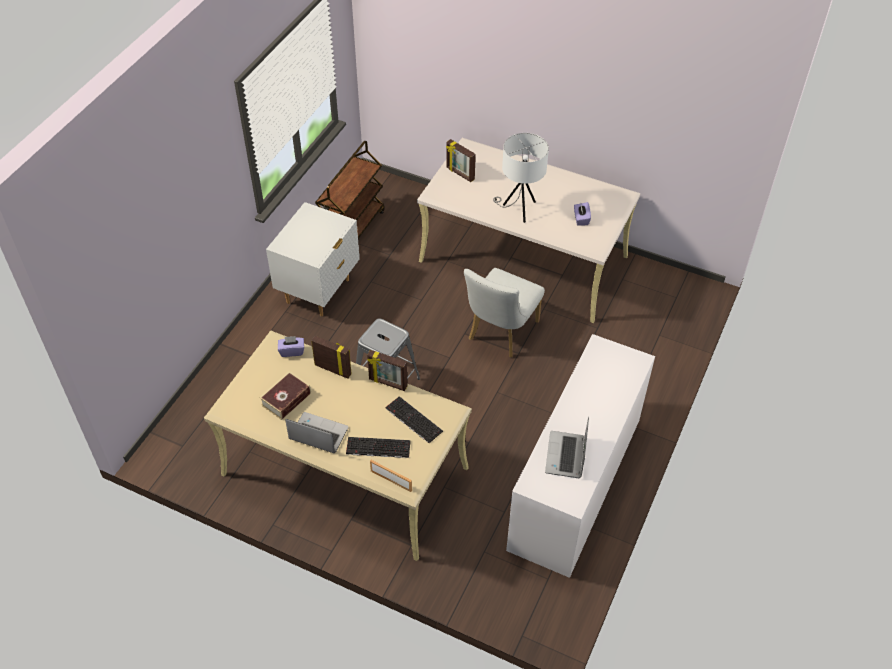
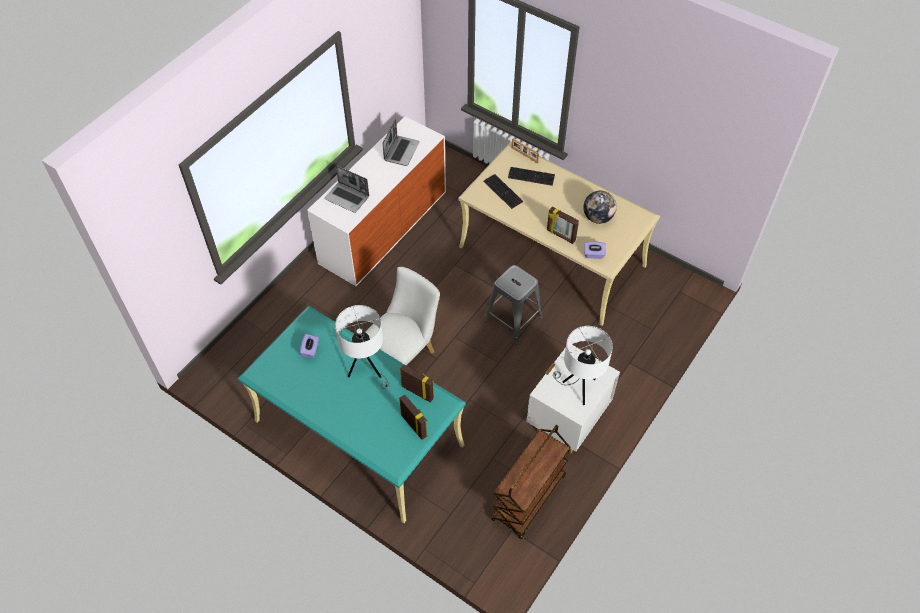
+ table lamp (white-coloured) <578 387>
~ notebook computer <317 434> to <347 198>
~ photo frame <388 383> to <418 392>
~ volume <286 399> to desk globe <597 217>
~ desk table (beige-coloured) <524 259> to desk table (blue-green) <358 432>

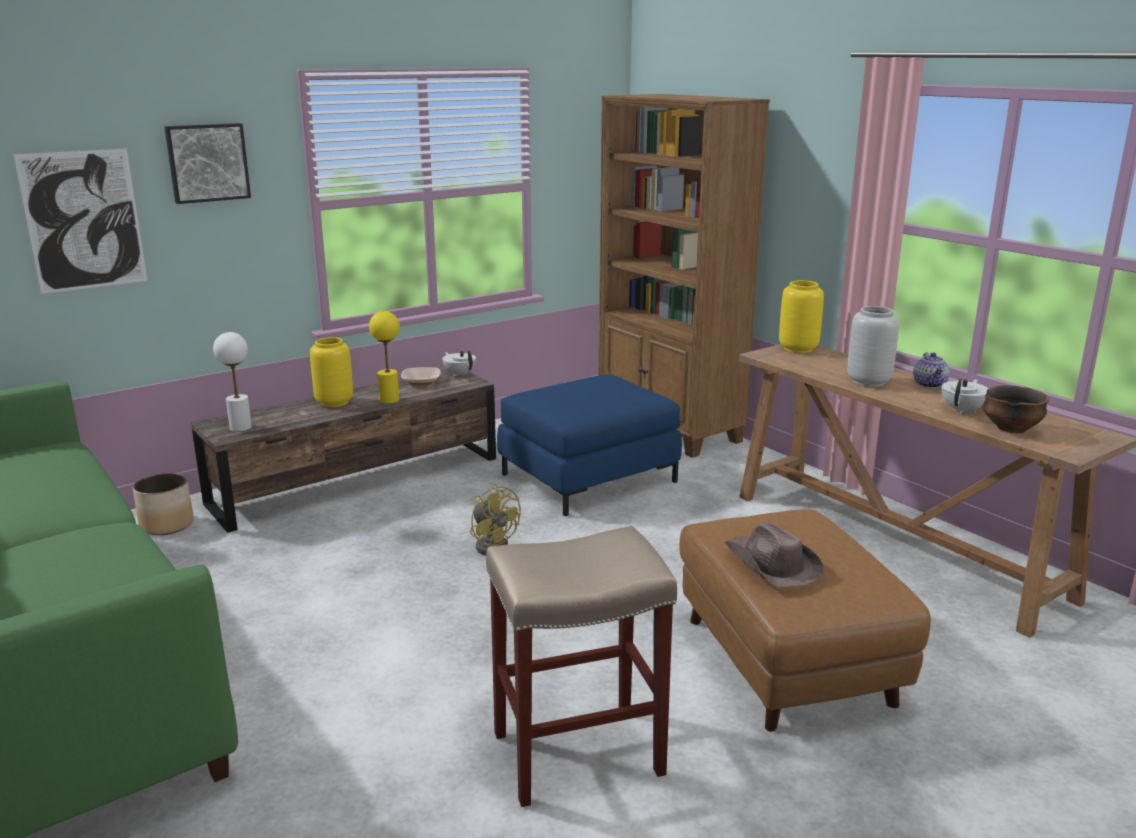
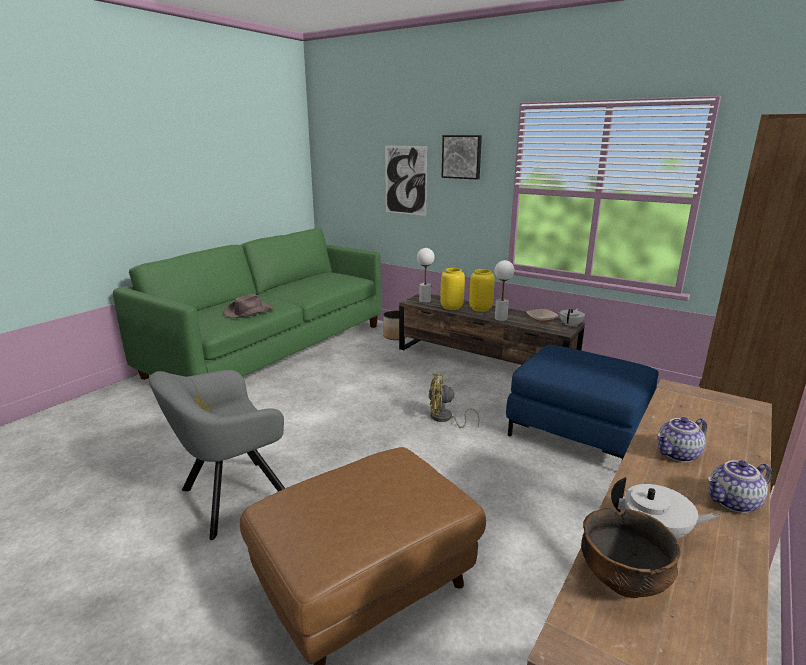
~ clothing hat (brown-coloured) <772 564> to <248 312>
~ flower vase (yellow) <799 349> to <451 307>
~ stool (beige-coloured) <575 754> to easy chair (grey) <230 498>
~ flower vase (grey) <869 381> to teapot <678 455>
~ table lamp (yellow) <389 400> to table lamp (white-coloured) <501 318>
~ fan (yellow) <493 544> = <445 418> 60 degrees clockwise

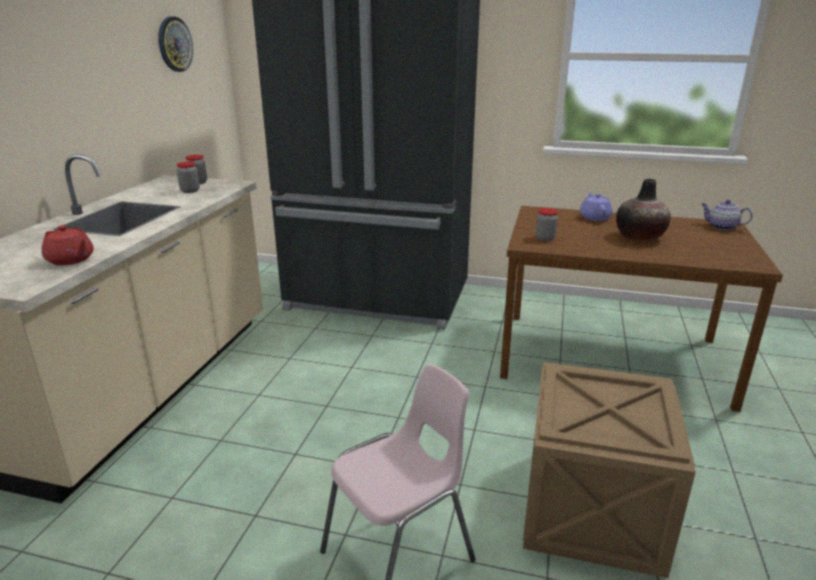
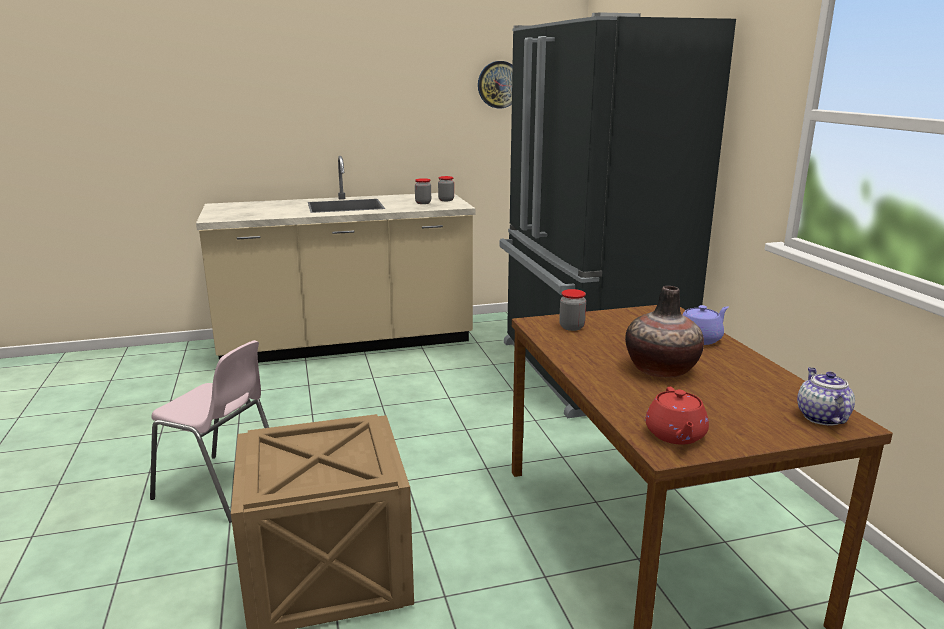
~ teapot (reddish) <71 260> to <675 435>

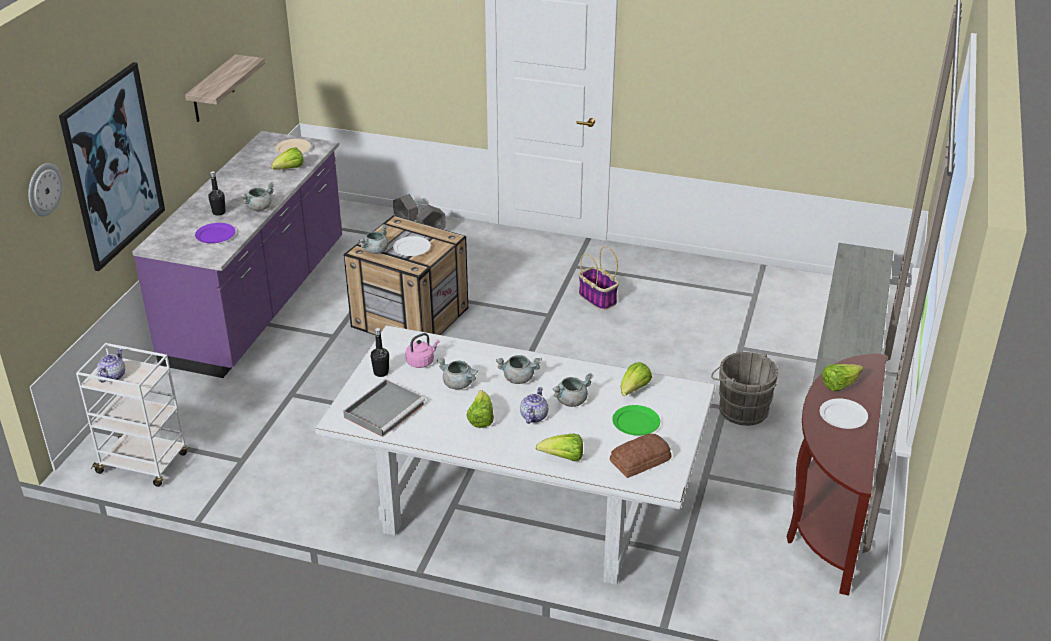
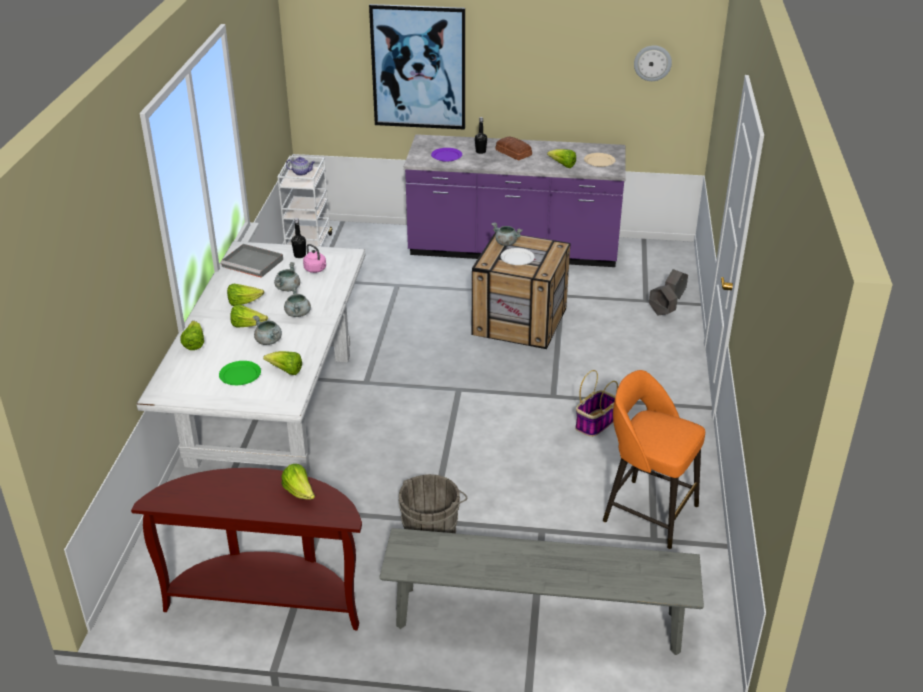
- bracket shelf <213 90>
- stockpot (grey) <259 207>
- plate (white-coloured) <843 416>
+ stool (orange) <647 512>
~ wall clock <44 189> to <652 63>
~ bread <641 461> to <513 153>
~ teapot <533 416> to head of lettuce <247 325>

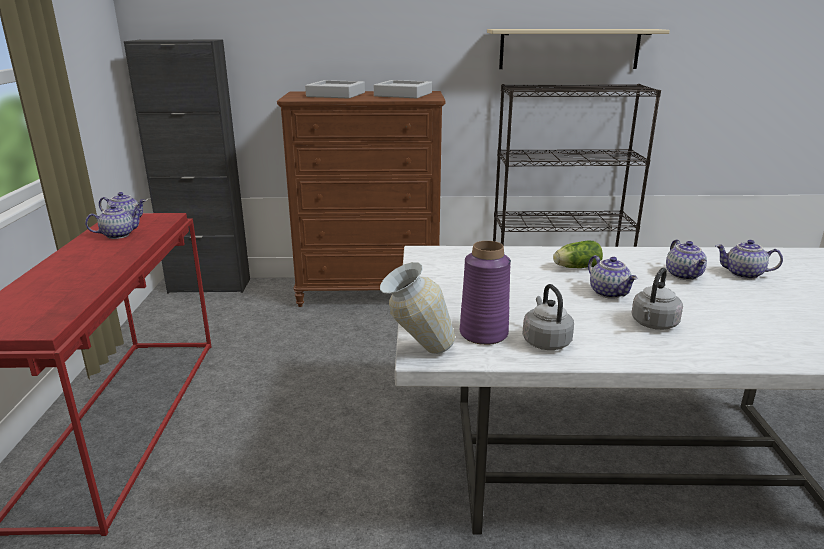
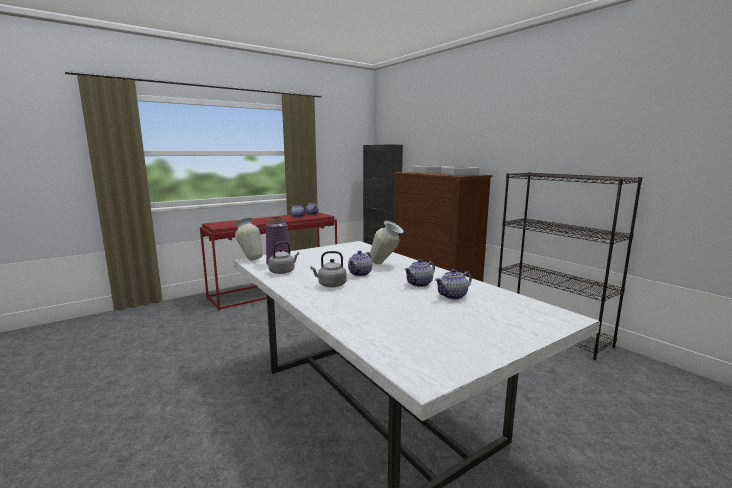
- bracket shelf (beige-coloured) <569 49>
~ head of lettuce <575 267> to flower vase <386 265>
~ teapot <743 274> = <453 296> 105 degrees counterclockwise

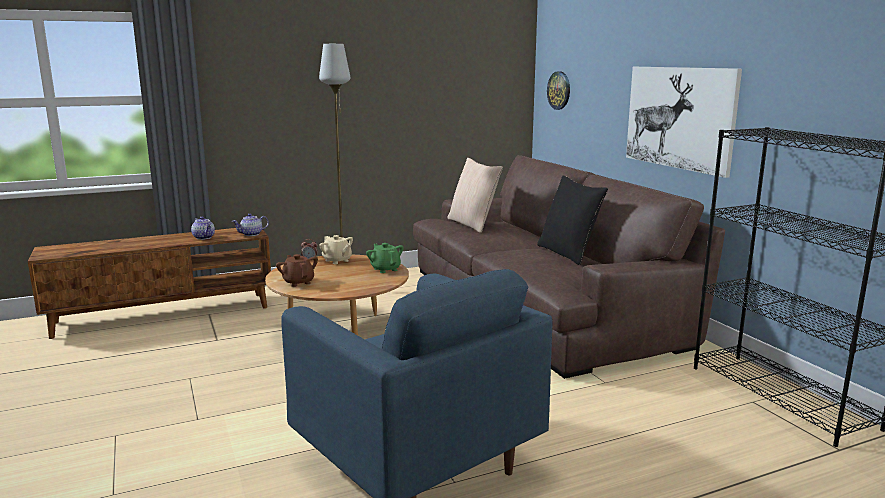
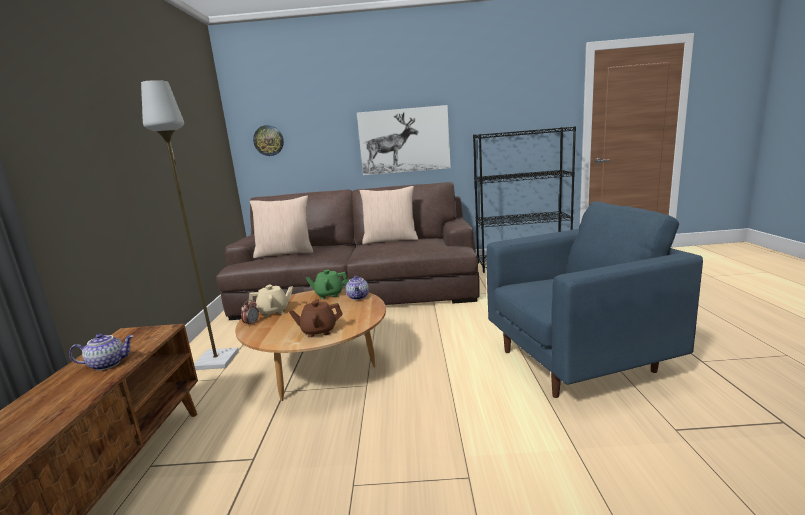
~ teapot <251 234> to <358 297>
~ throw pillow (blackish) <568 253> to throw pillow (beige-coloured) <390 240>

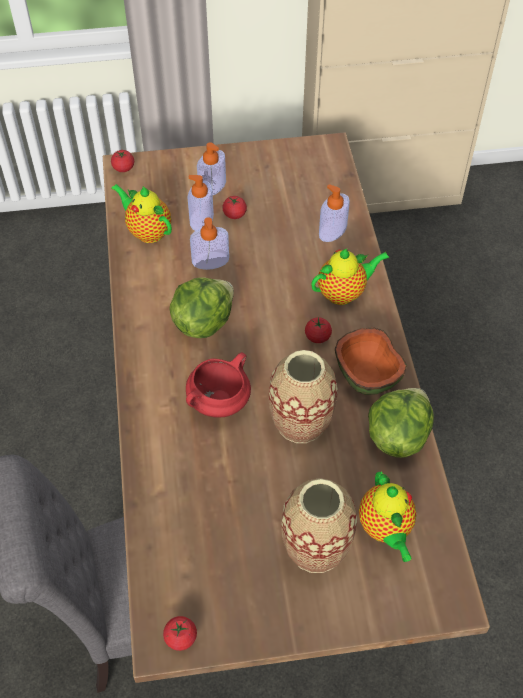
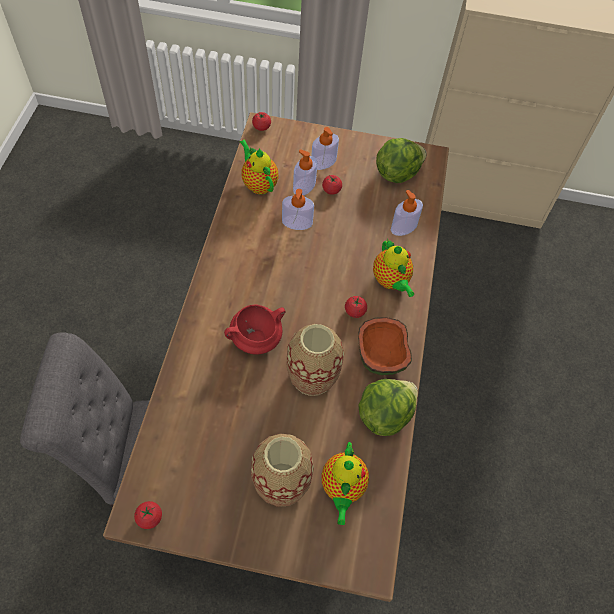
~ head of lettuce <202 322> to <396 173>
~ teapot <344 293> = <391 281> 75 degrees clockwise

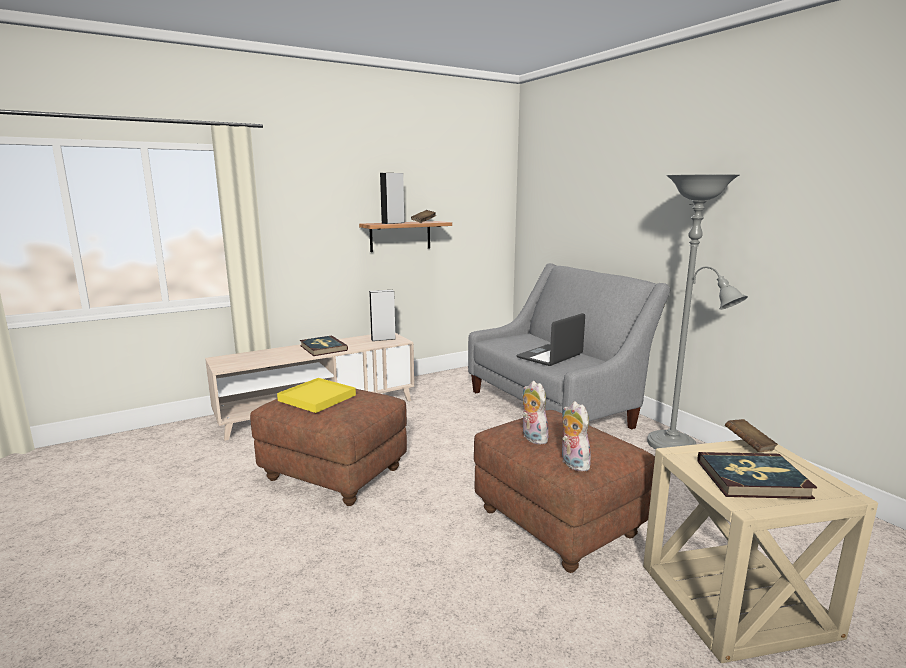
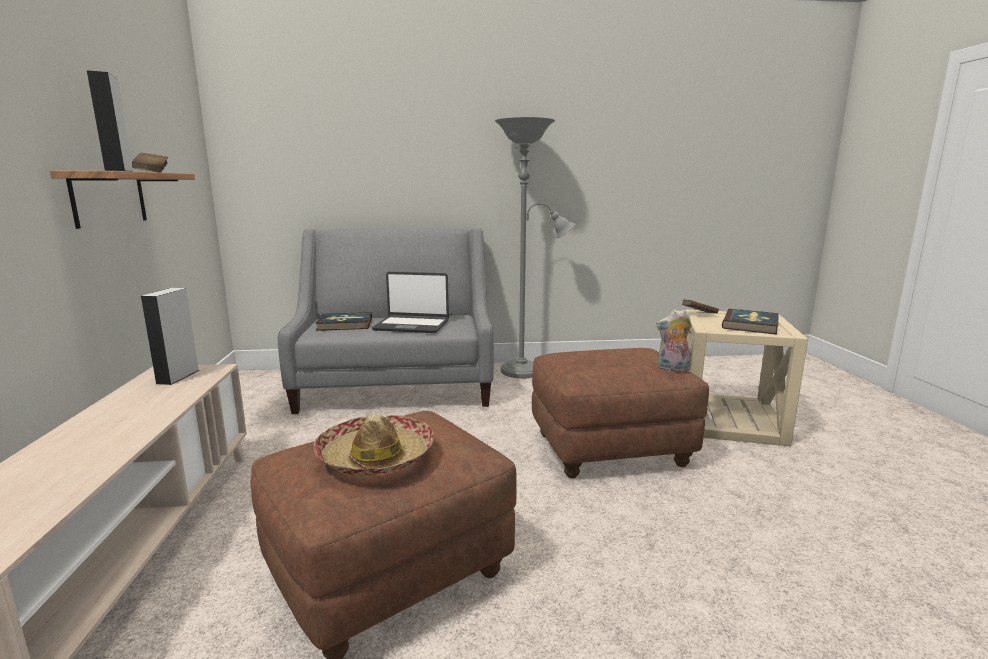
- plush toy <532 438>
~ volume <323 348> to <345 324>
~ serving tray (yellow) <317 398> to clothing hat <375 457>
~ notebook computer <550 356> = <412 325> 60 degrees counterclockwise

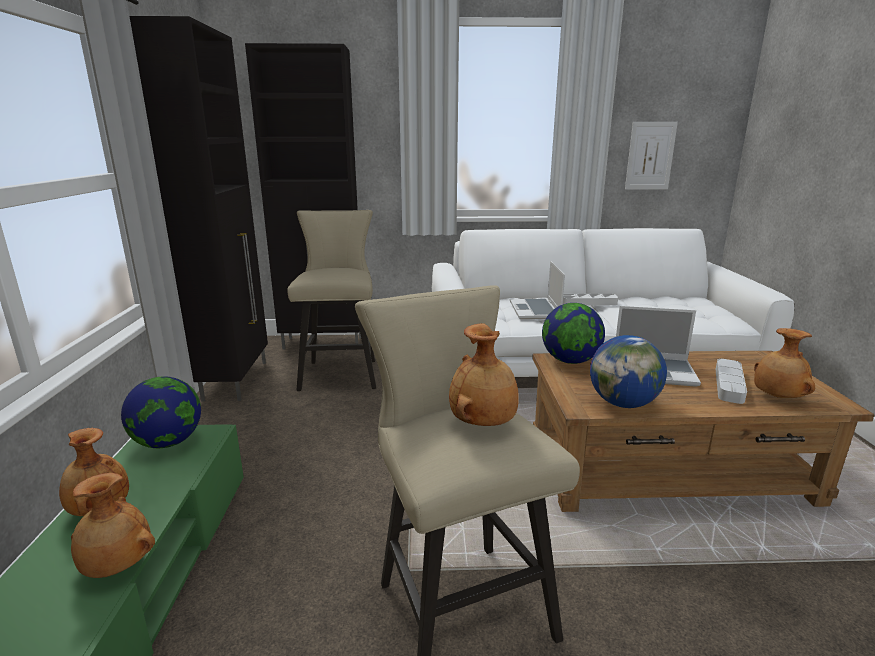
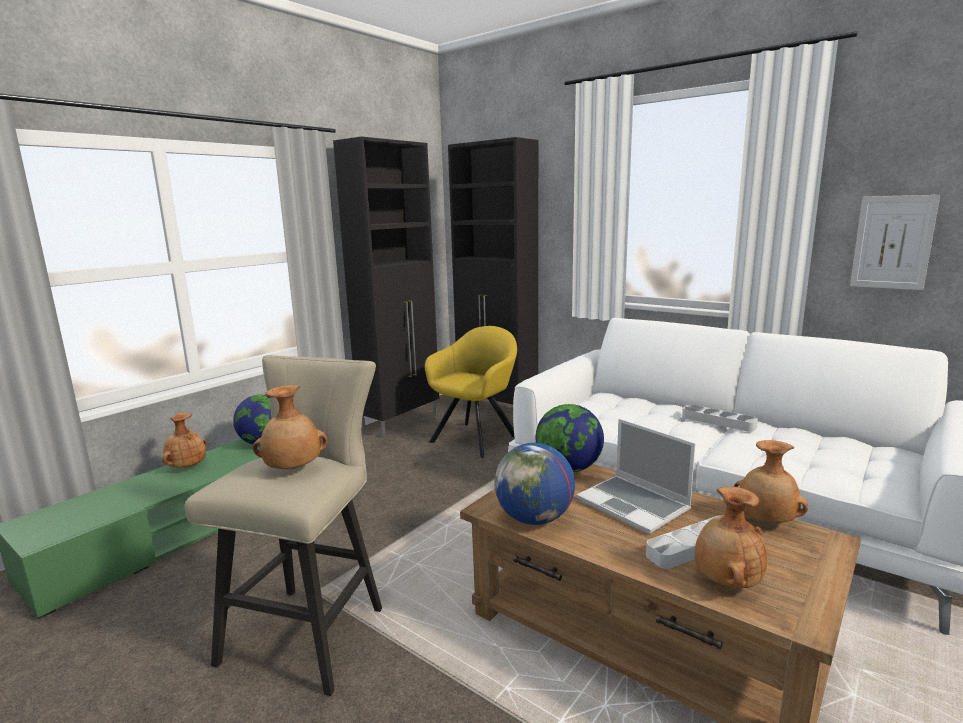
- notebook computer <535 311>
~ flower vase (brown-coloured) <117 566> to <766 521>
~ stool (beige-coloured) <341 372> to easy chair (yellow) <477 437>

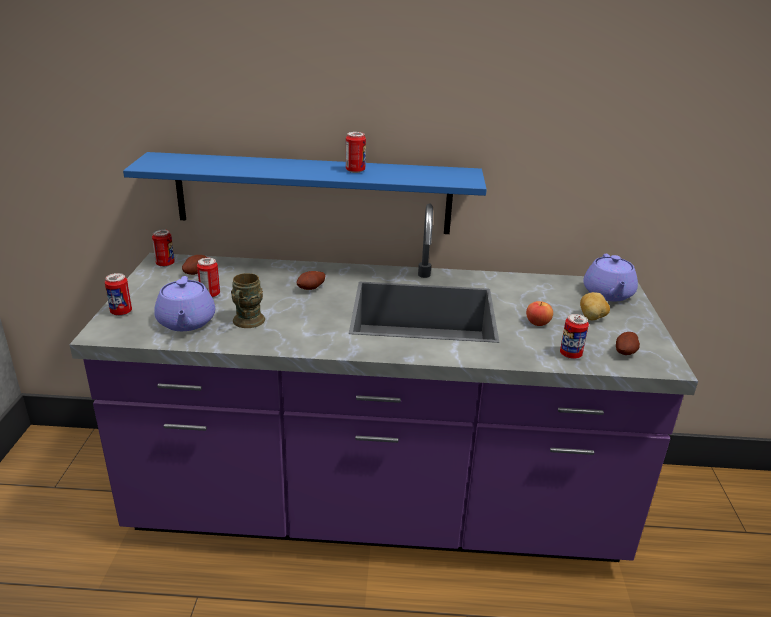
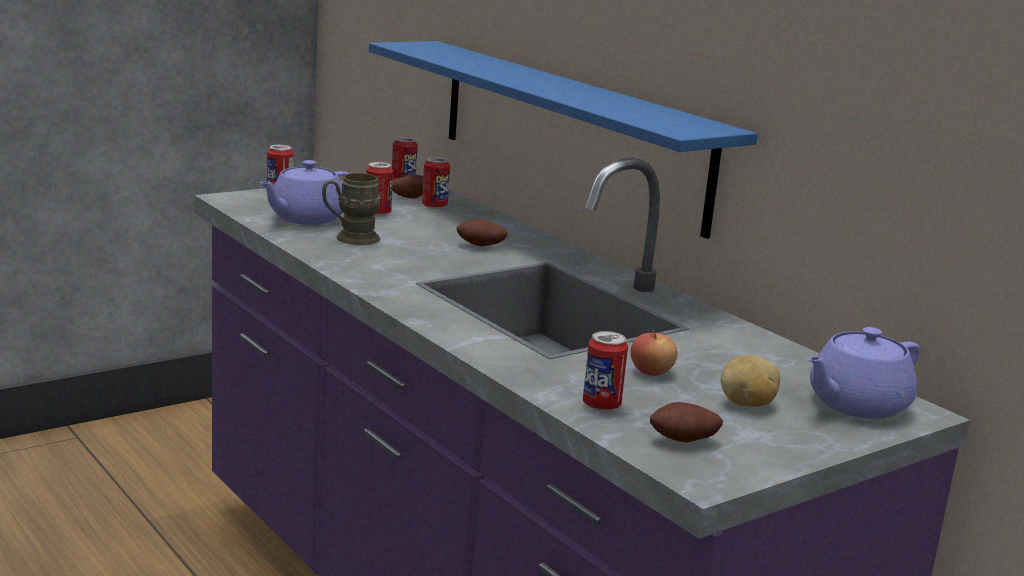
~ can <355 171> to <434 206>

